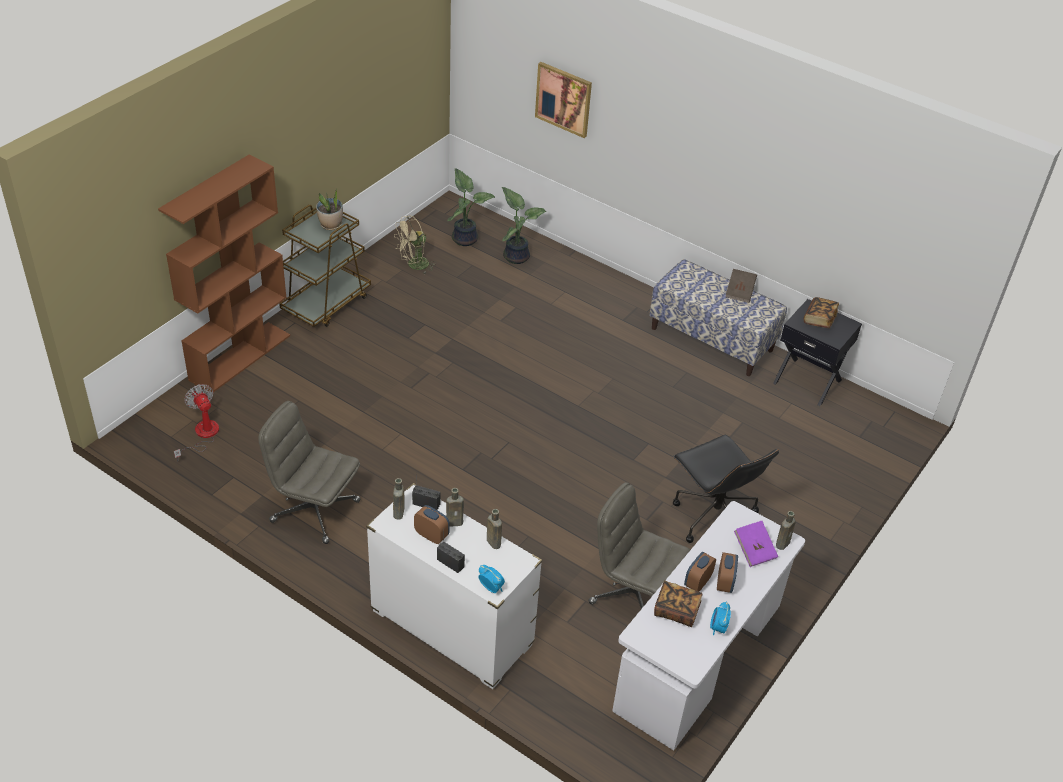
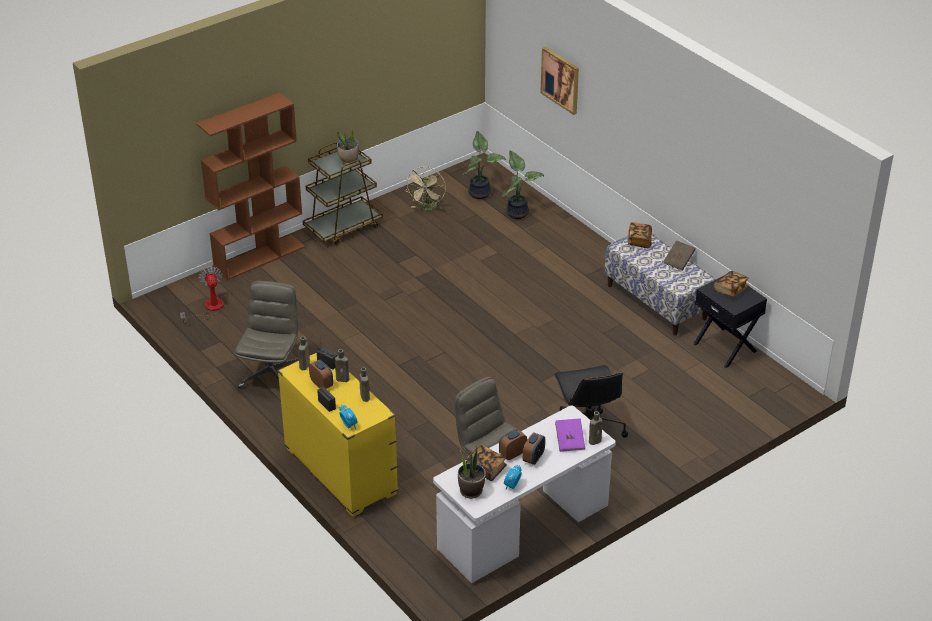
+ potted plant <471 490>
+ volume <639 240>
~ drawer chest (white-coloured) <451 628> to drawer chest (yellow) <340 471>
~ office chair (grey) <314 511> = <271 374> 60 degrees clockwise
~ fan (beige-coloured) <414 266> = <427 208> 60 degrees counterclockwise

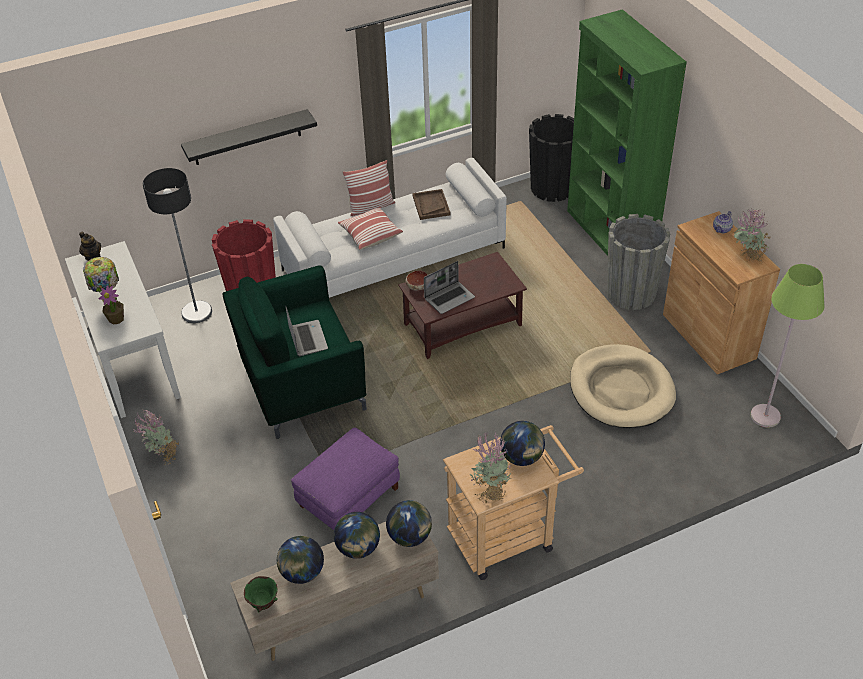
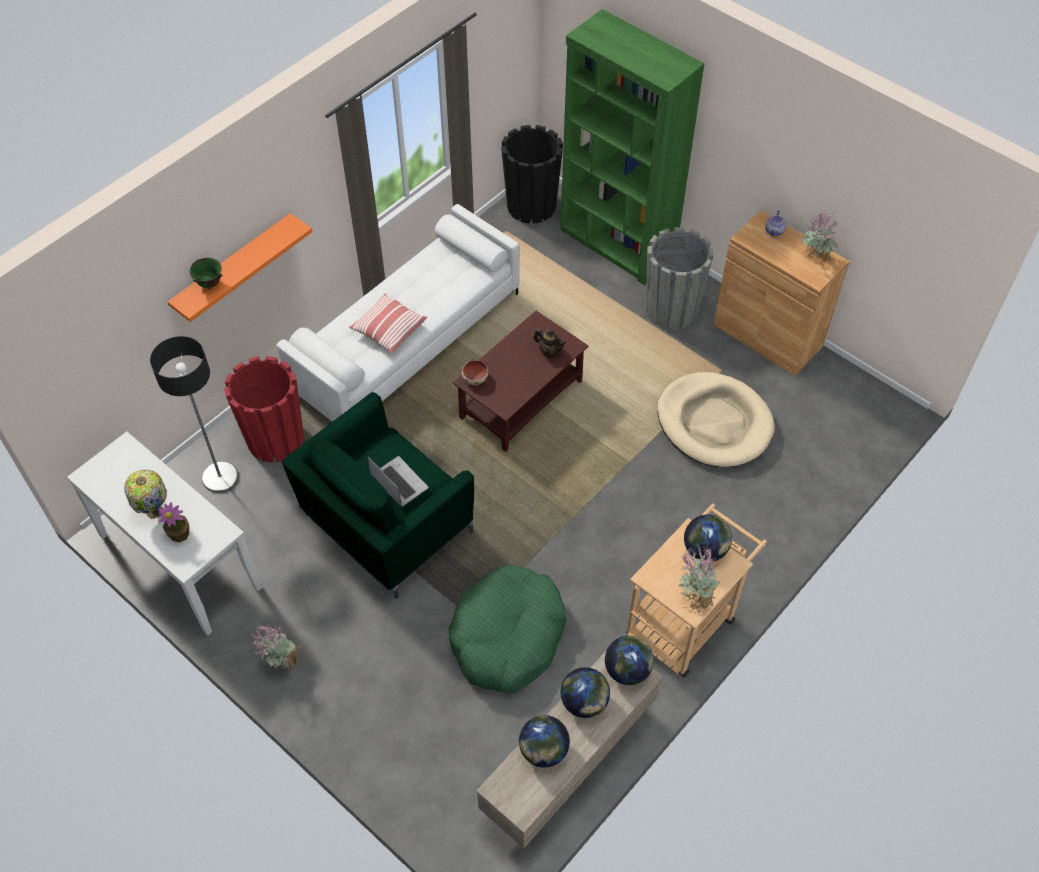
- throw pillow <370 206>
- serving tray (brown-coloured) <431 205>
- notebook computer <449 298>
- standard lamp (greenish) <765 416>
~ teapot <93 256> to <549 351>
~ bowl (greenish) <263 603> to <210 284>
~ ottoman (purplish) <348 496> to pet bed (greenish) <507 636>
~ bracket shelf (blackish) <247 138> to bracket shelf (orange) <233 267>

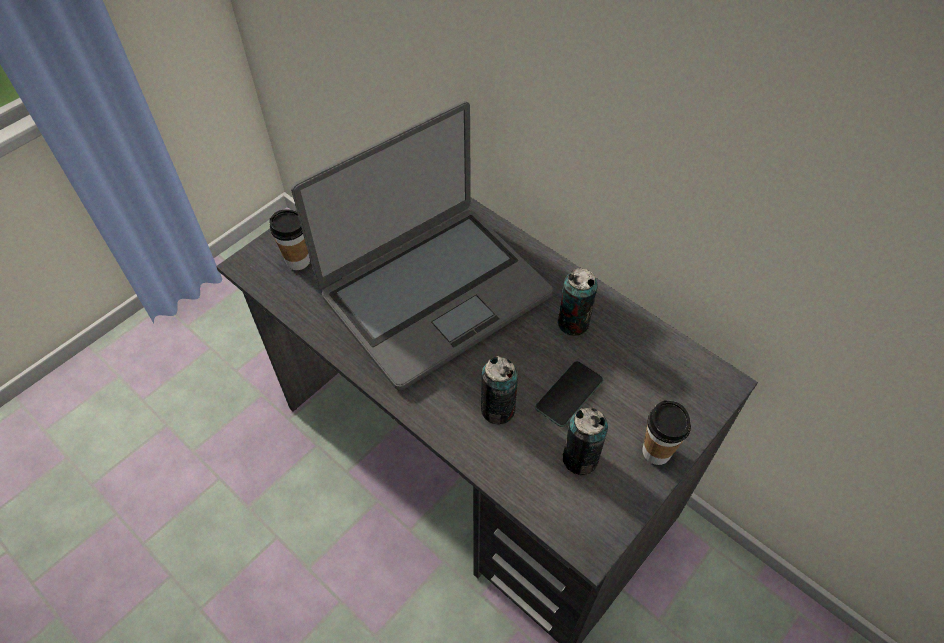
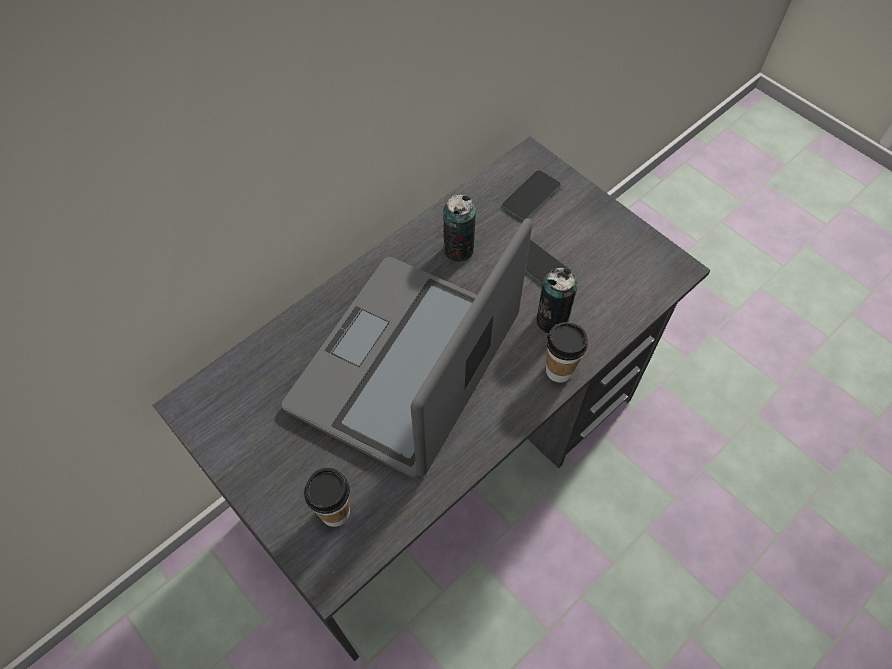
- can <580 459>
+ telephone <531 196>
~ cup <656 452> to <559 370>
~ notebook computer <434 294> = <406 365> 120 degrees counterclockwise

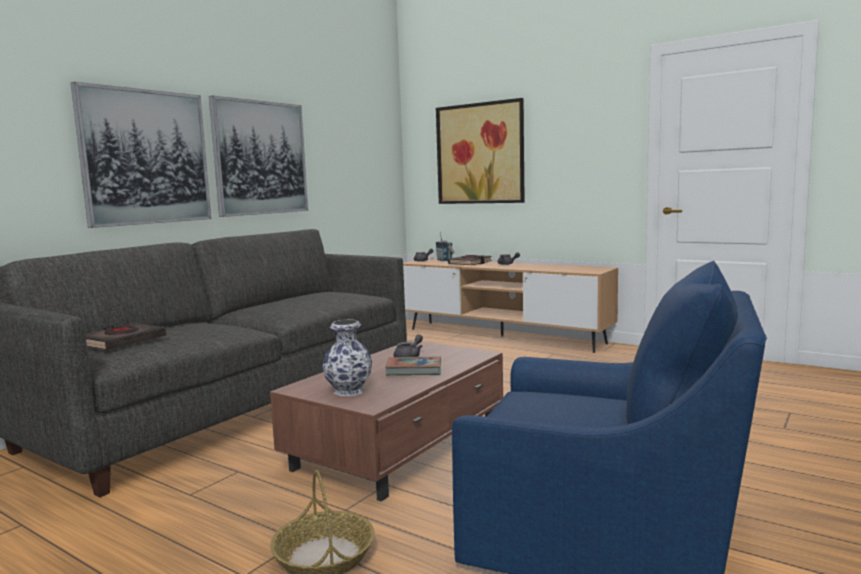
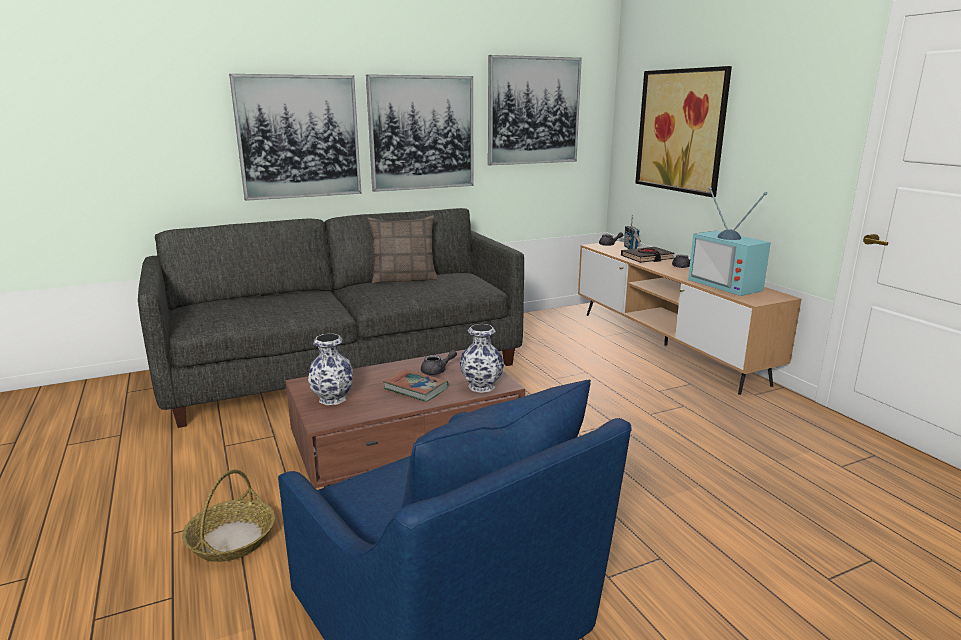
- volume (blackish) <123 342>
+ throw pillow <404 279>
+ flower vase <481 386>
+ picture <533 111>
+ TV set <728 285>

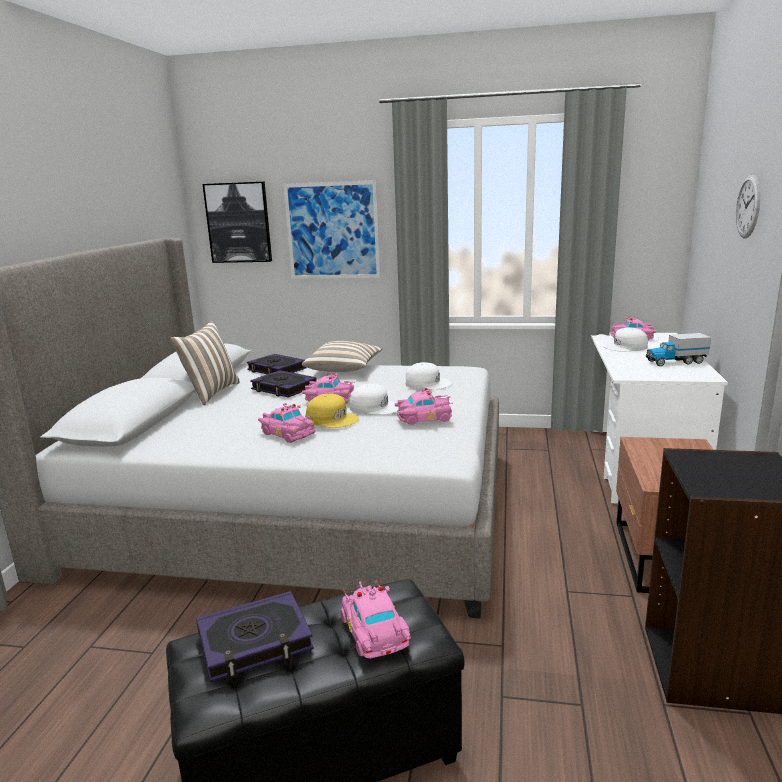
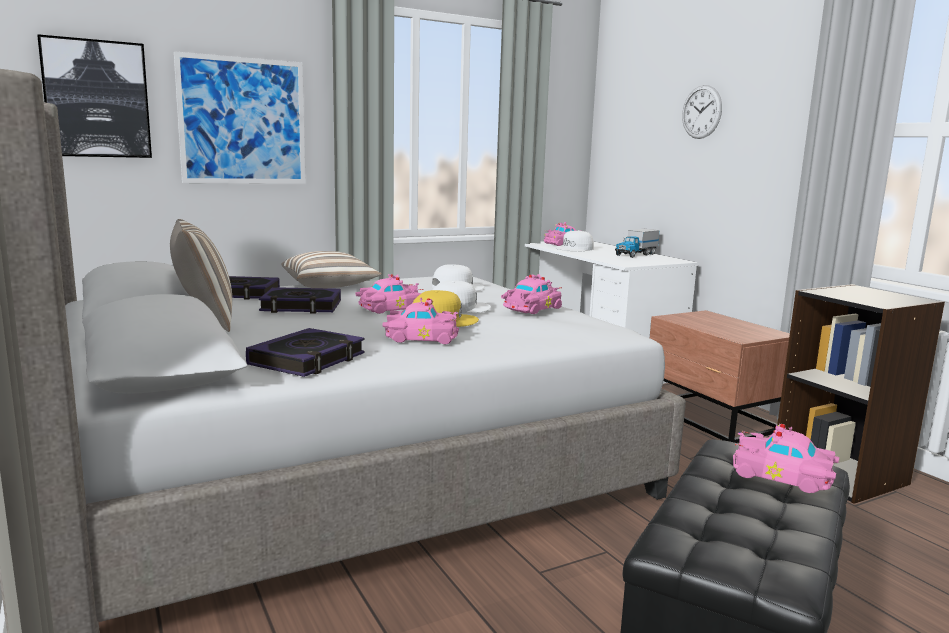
~ volume <255 642> to <308 360>

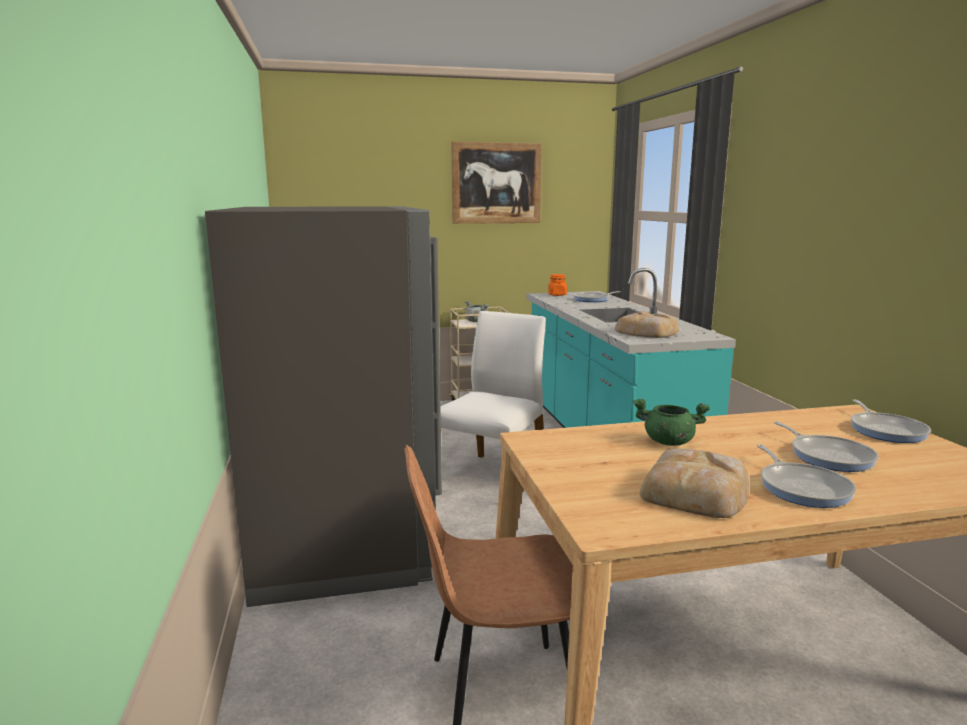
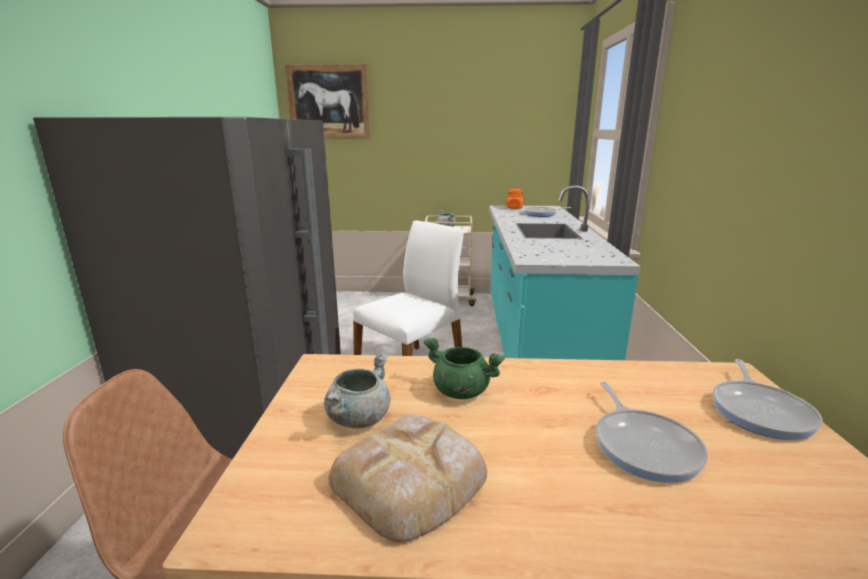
- bread <647 332>
- frying pan <802 488>
+ stockpot (grey) <358 418>
~ picture <496 183> to <329 102>

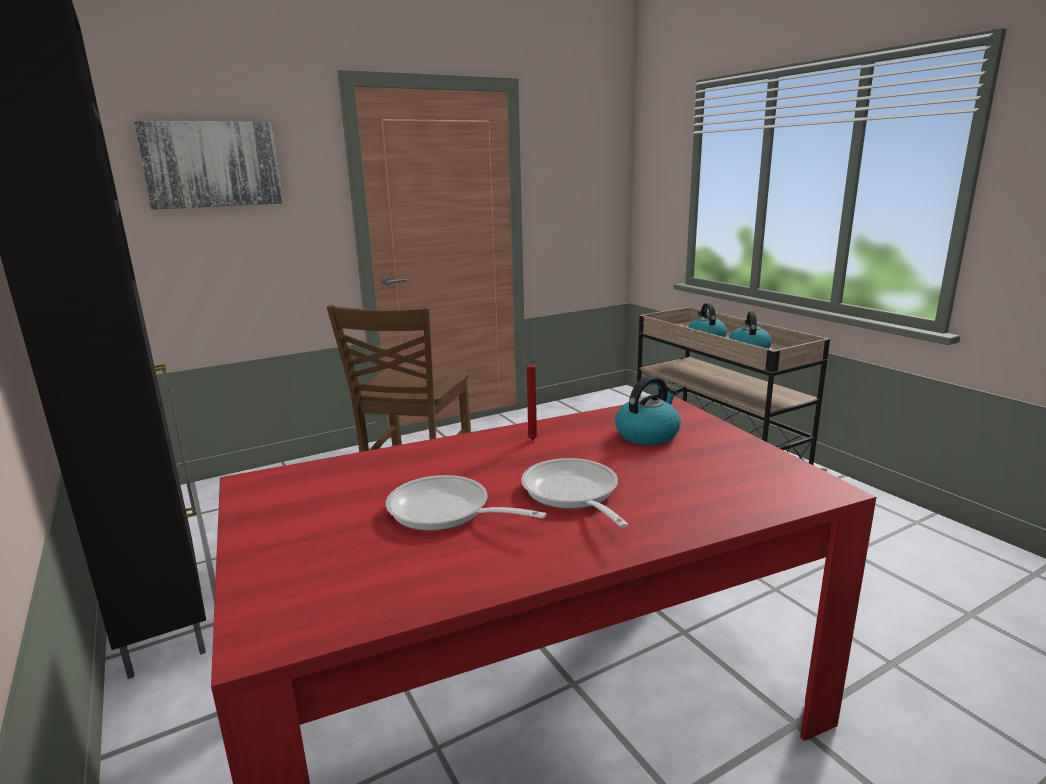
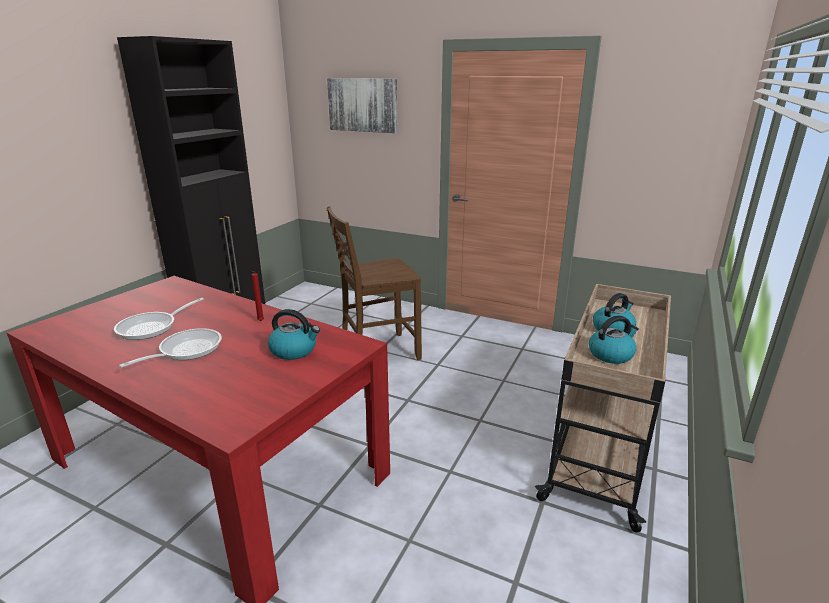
~ frying pan <446 512> = <152 327> 135 degrees counterclockwise

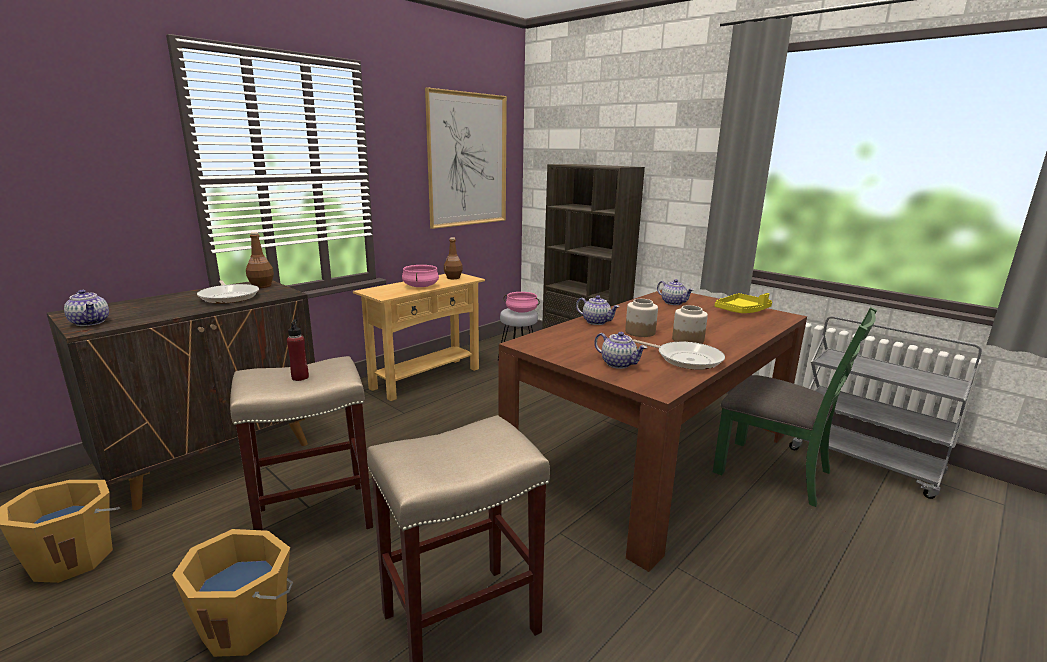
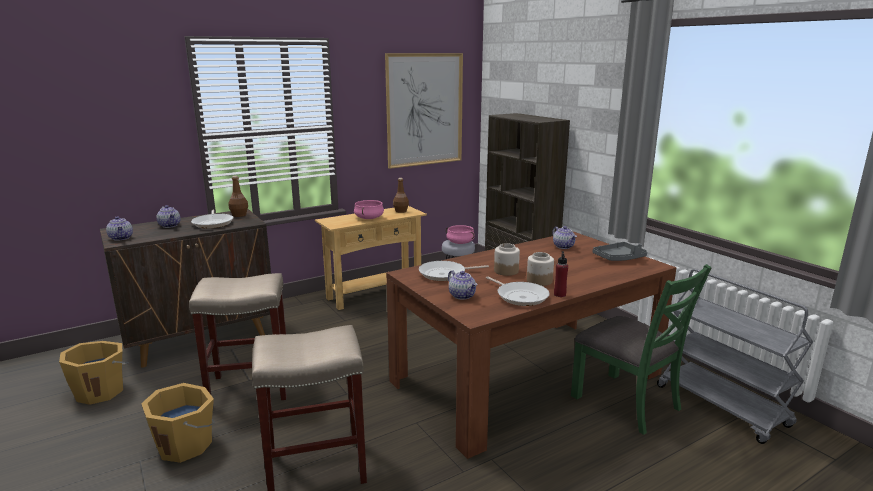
+ frying pan <445 274>
~ beverage bottle (reddish) <300 377> to <559 294>
~ teapot <596 322> to <170 225>
~ serving tray (yellow) <742 311> to serving tray (grey) <619 258>

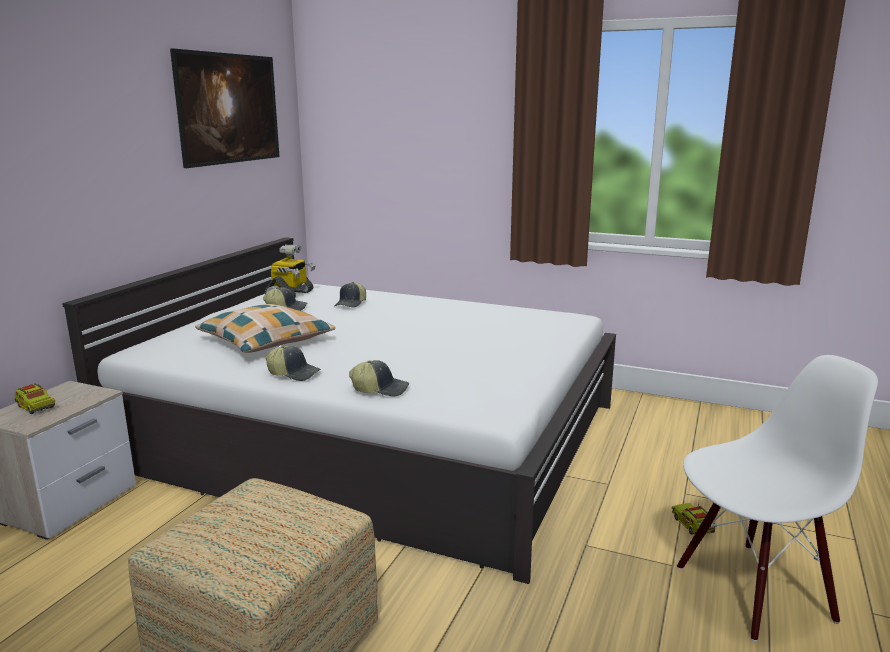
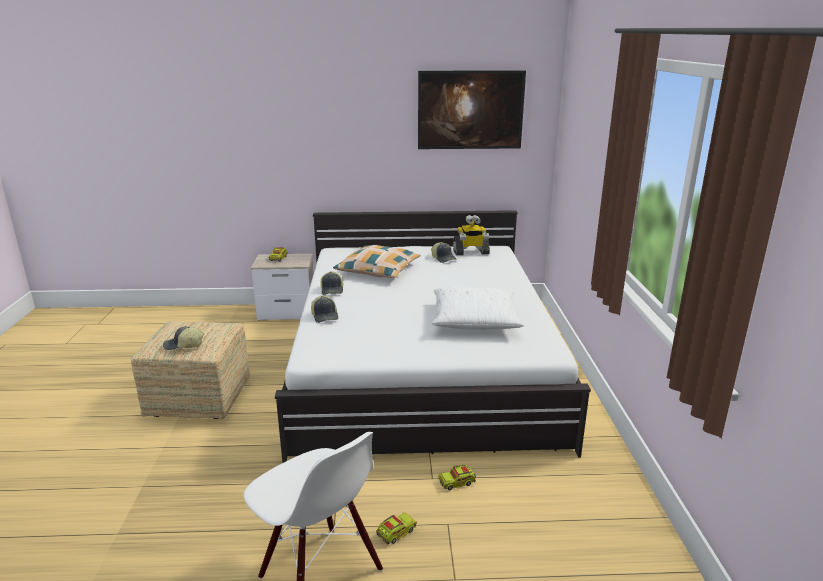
+ throw pillow (white-coloured) <474 320>
+ toy lorry <457 482>
~ cap <351 304> to <183 345>

